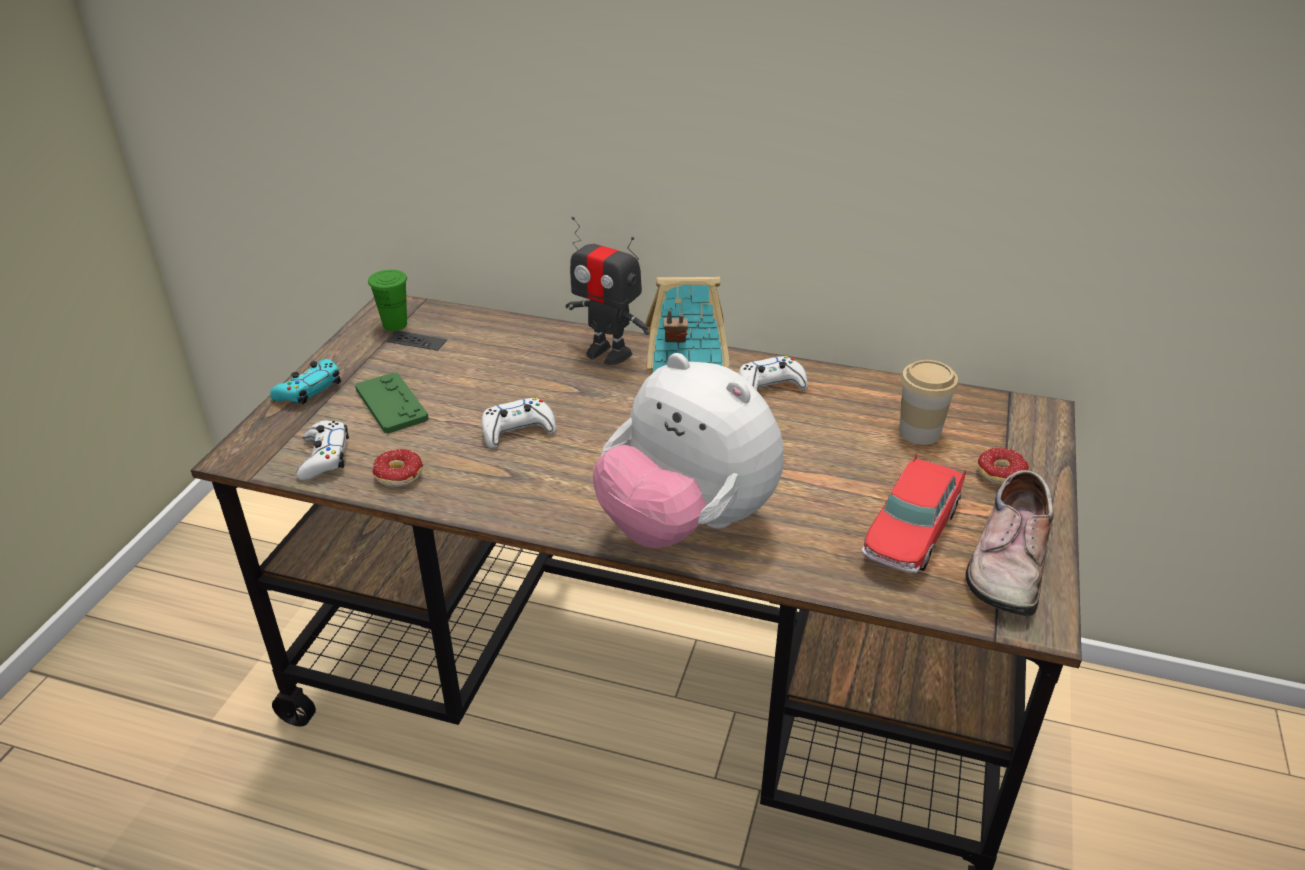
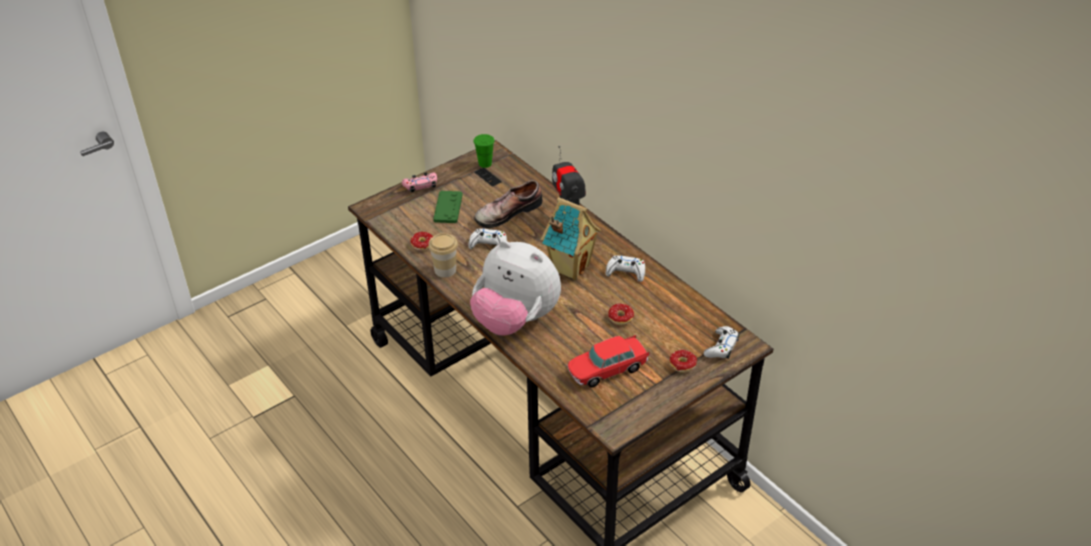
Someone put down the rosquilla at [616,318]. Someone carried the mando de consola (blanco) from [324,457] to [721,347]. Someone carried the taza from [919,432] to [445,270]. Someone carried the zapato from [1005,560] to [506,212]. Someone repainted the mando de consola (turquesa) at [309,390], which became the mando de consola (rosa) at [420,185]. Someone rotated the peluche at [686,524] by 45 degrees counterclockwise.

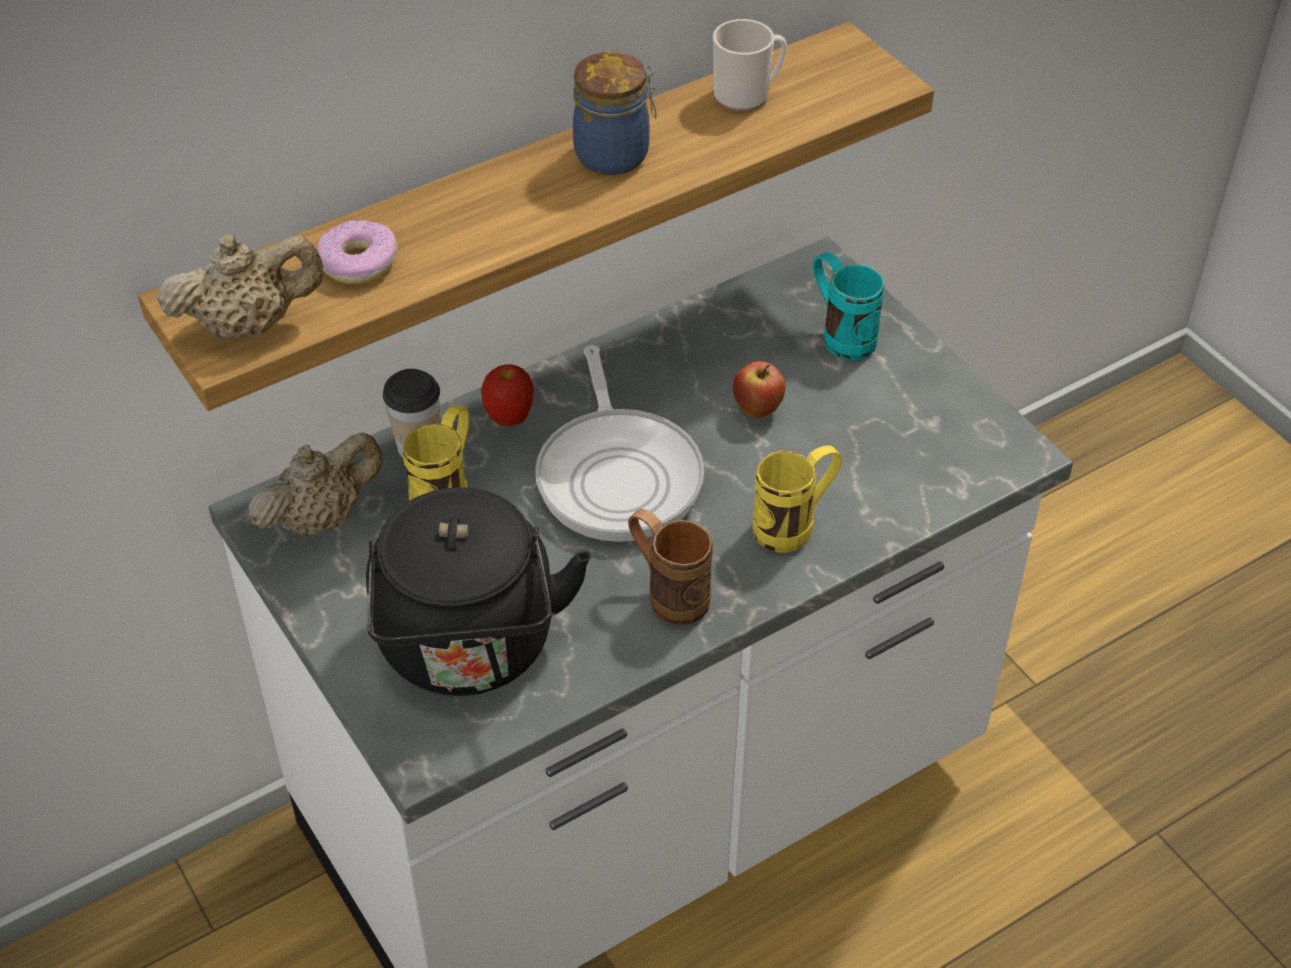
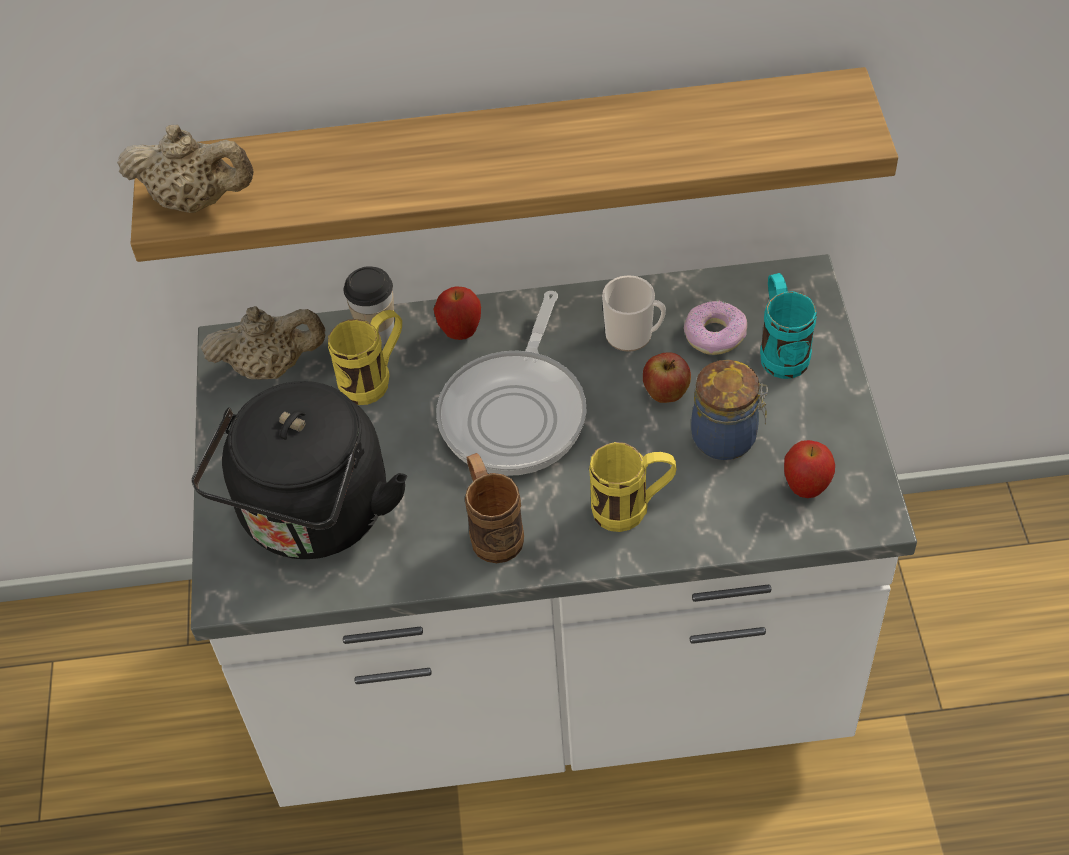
Someone put down the manzana at [806,488]. Someone carried the rosquilla from [358,262] to [714,334]. Someone carried the tarro from [615,154] to [727,438]. Someone carried the taza grande from [747,94] to [634,335].

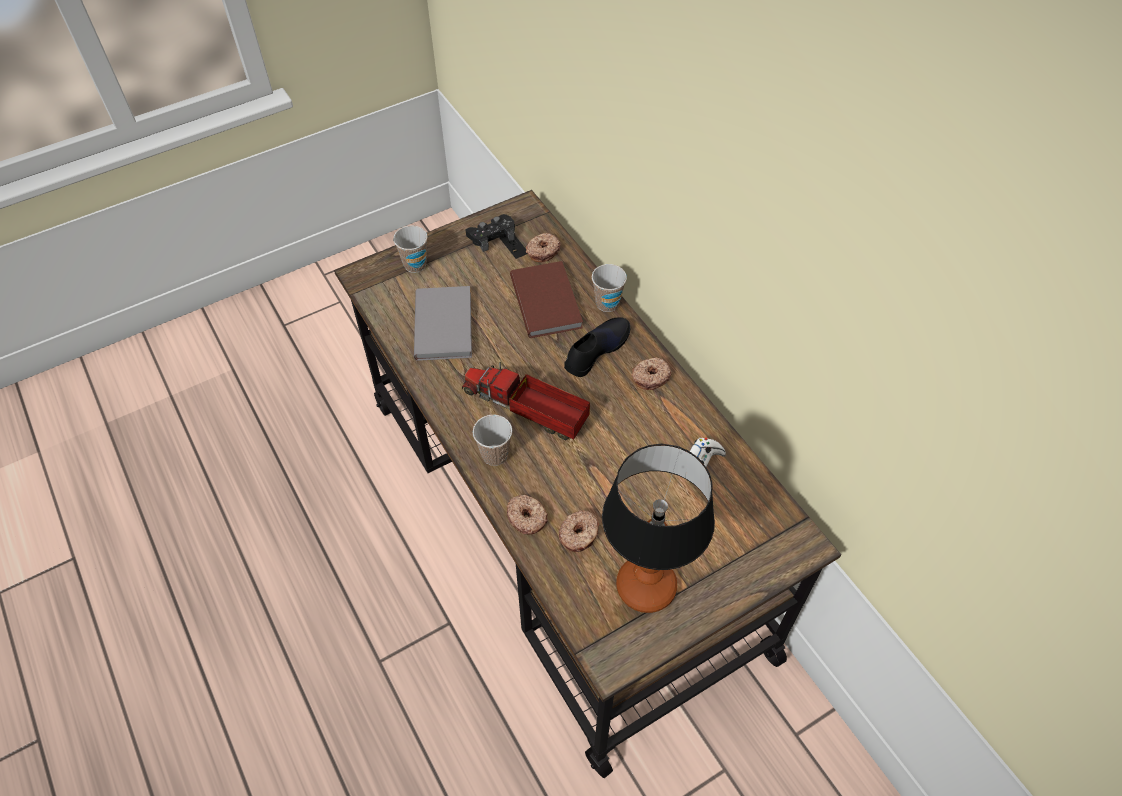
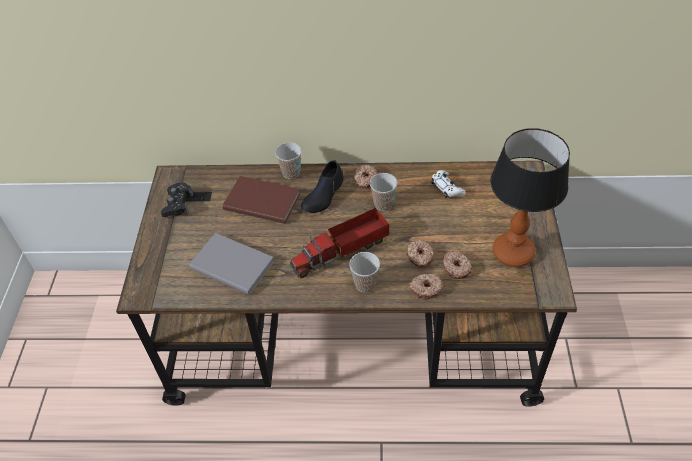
Someone carried the taza from [415,264] to [383,204]. Someone carried the rosquilla from [542,251] to [419,257]. Someone rotated the zapato (negro) at [596,350] by 135 degrees counterclockwise.

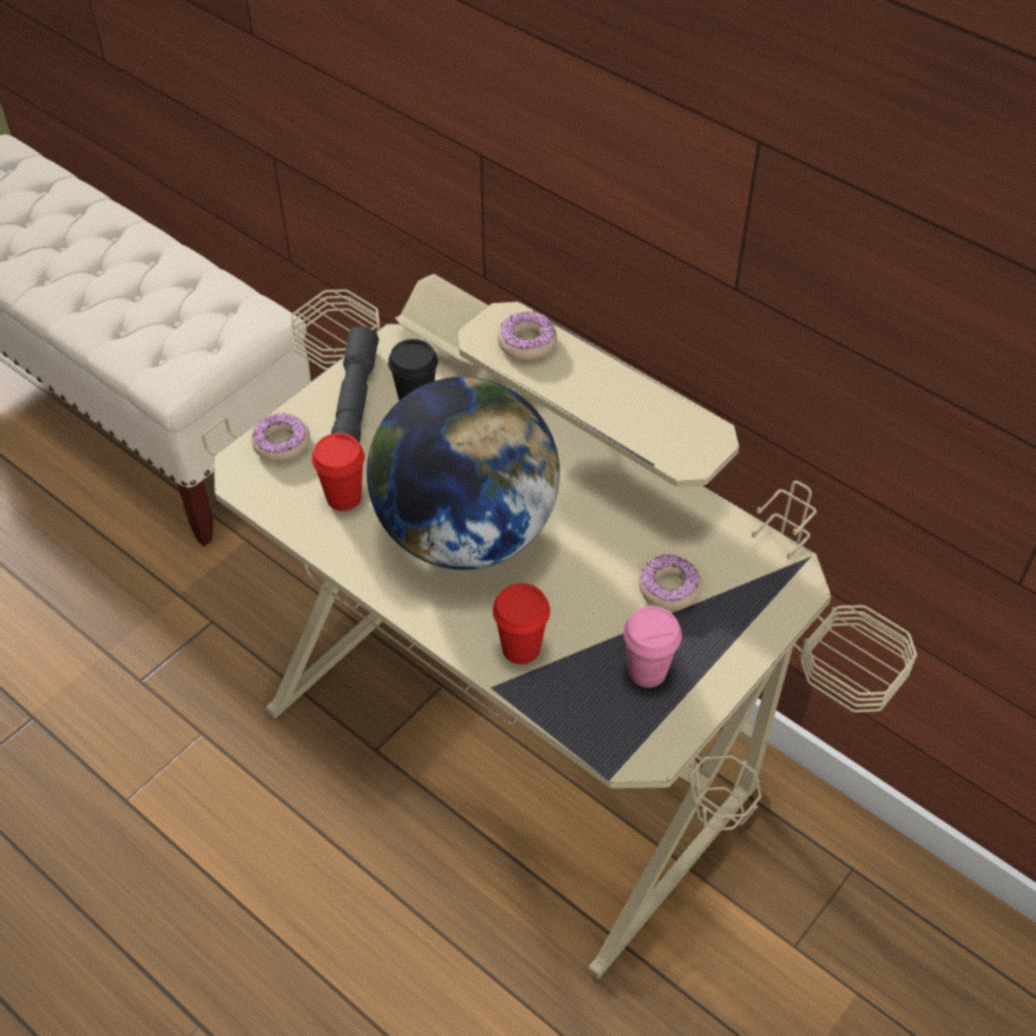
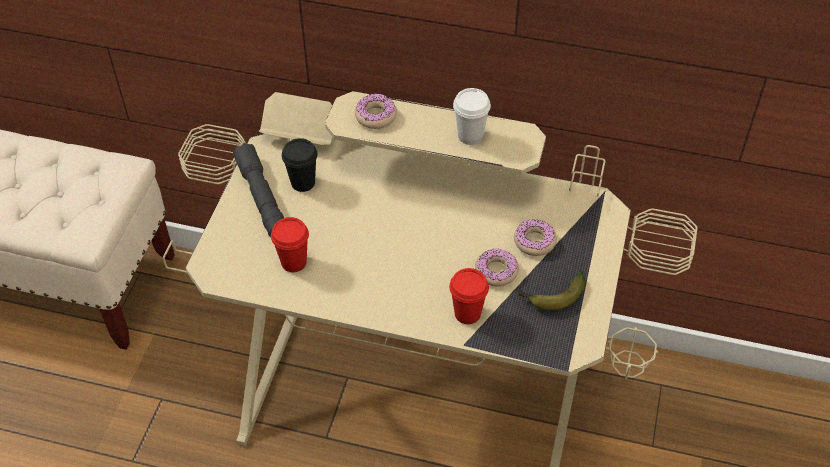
Someone took away the globo terráqueo at [465,533]. Someone put down the taza (blanco) at [470,136]. Someone carried the rosquilla from [281,443] to [496,271]. Someone swapped the taza (rosa) at [647,671] for the plátano at [551,297].

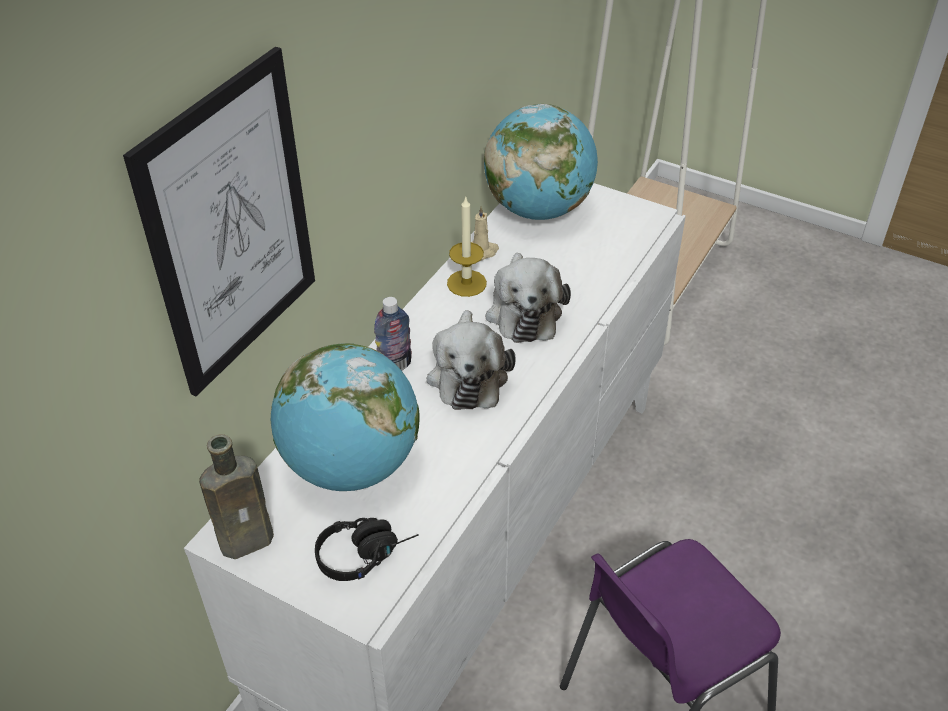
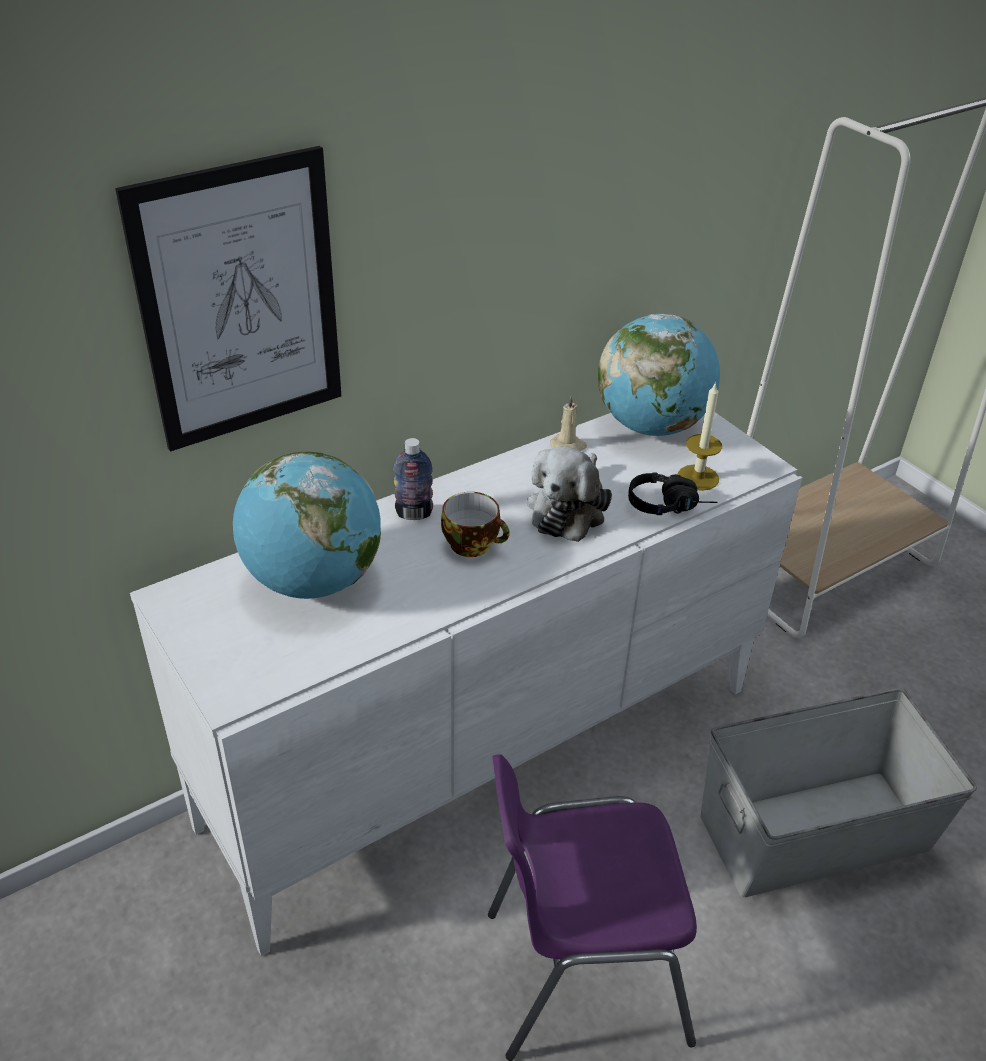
Someone took away the botella (marrón) at [250,539]. Someone put down the caja de almacenaje (gris) at [813,831]. Someone carried the auriculares (negro) from [366,553] to [670,505]. Someone carried the vela from [466,283] to [698,477]. Someone swapped the peluche at [468,374] for the taza at [474,544].

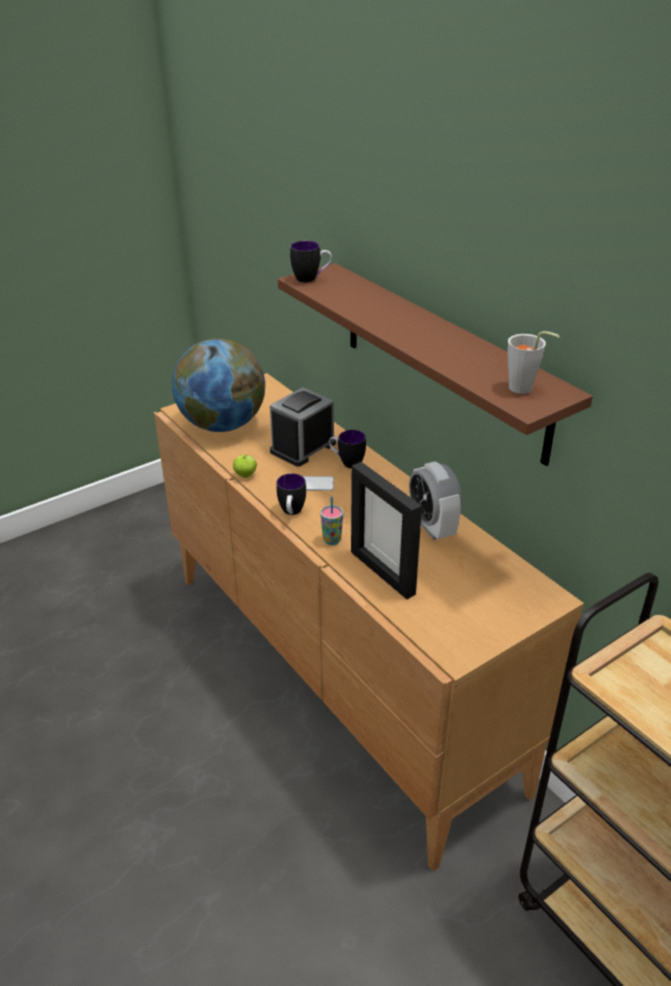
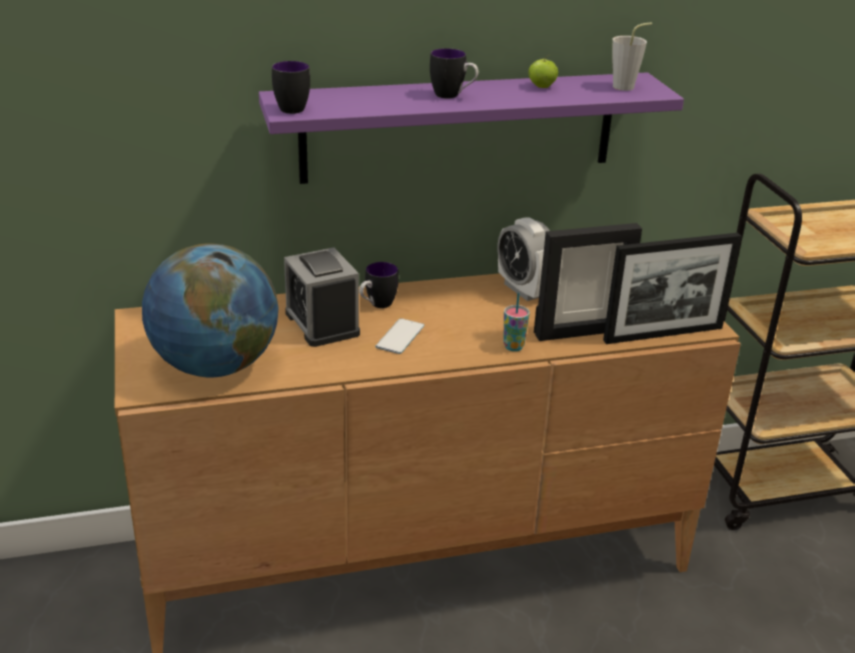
Someone put down the portarretratos at [663,334]. Someone carried the manzana from [245,475] to [541,87]. Someone carried the taza grande from [291,513] to [453,96]. Someone repainted the estante (marrón) at [442,360], which became the estante (morado) at [459,127]. Someone rotated the despertador at [432,526] by 60 degrees clockwise.

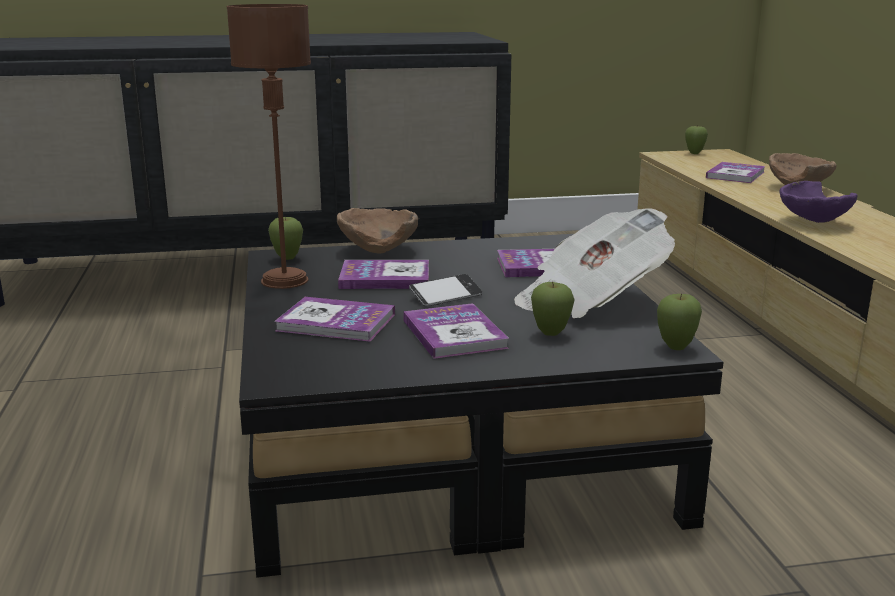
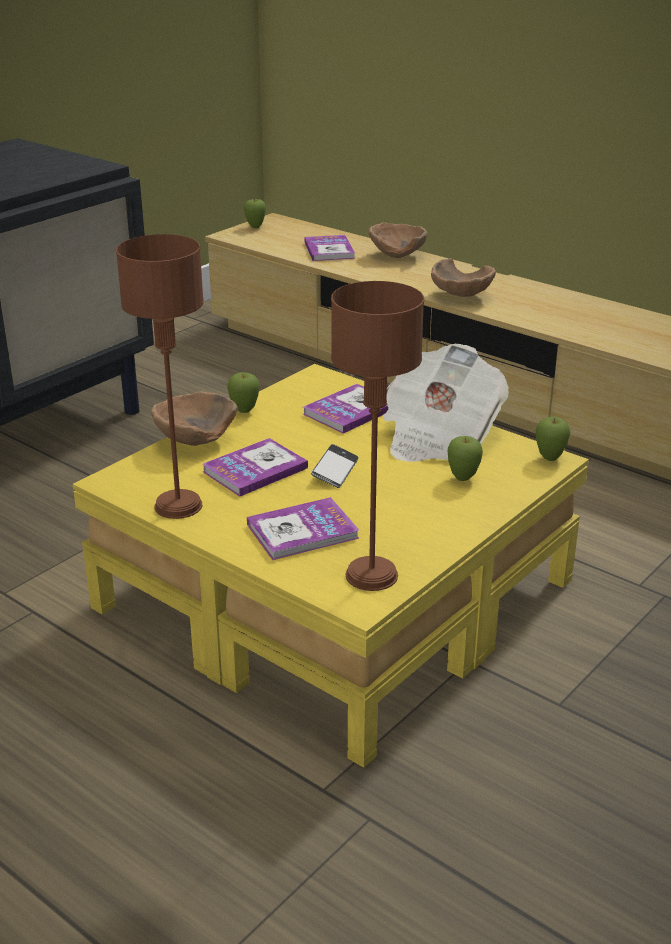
Someone took away the libro at [454,334]. Someone put down the lámpara de mesa (marrón) at [371,576]. Someone carried the manzana from [287,259] to [244,411]. Someone repainted the mesa de centro (negro) at [451,443], which became the mesa de centro (amarillo) at [339,593]. Someone repainted the cuenco (morado) at [811,223], which became the cuenco (marrón) at [460,297].

